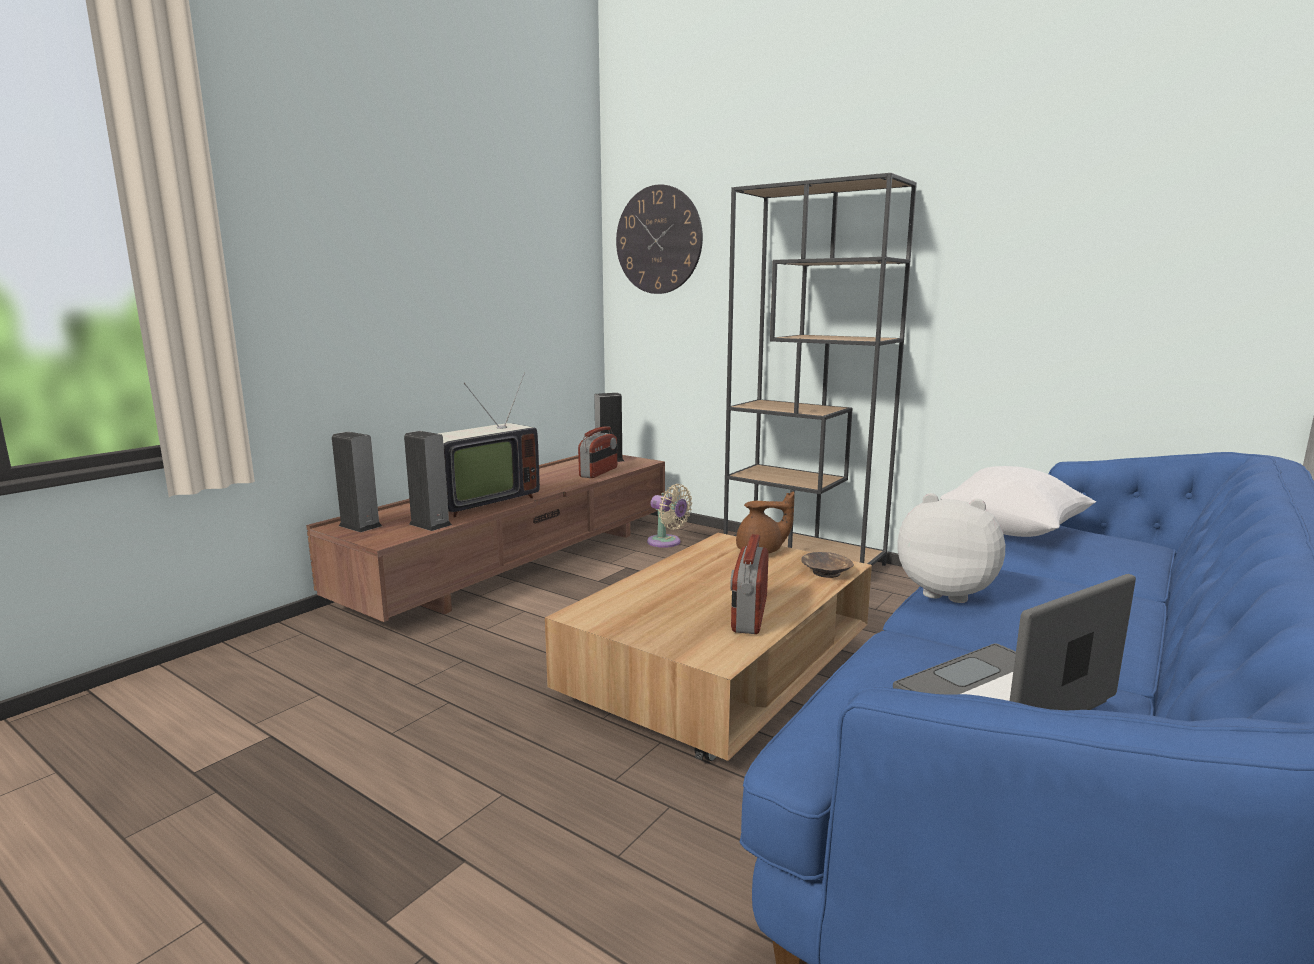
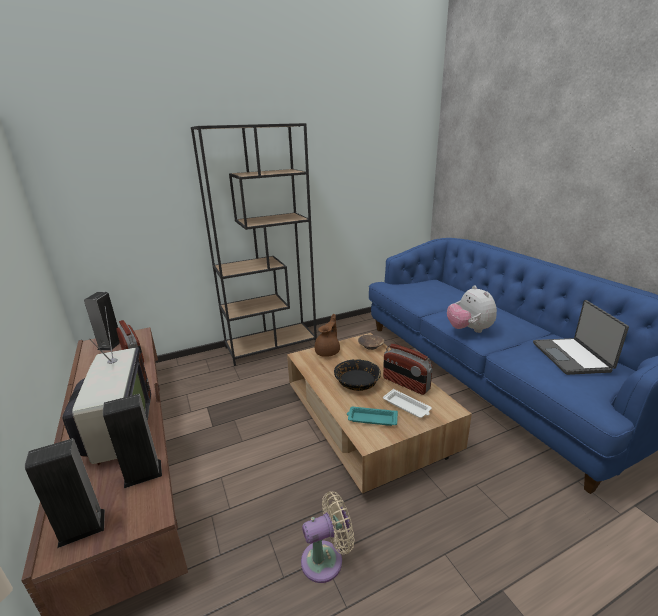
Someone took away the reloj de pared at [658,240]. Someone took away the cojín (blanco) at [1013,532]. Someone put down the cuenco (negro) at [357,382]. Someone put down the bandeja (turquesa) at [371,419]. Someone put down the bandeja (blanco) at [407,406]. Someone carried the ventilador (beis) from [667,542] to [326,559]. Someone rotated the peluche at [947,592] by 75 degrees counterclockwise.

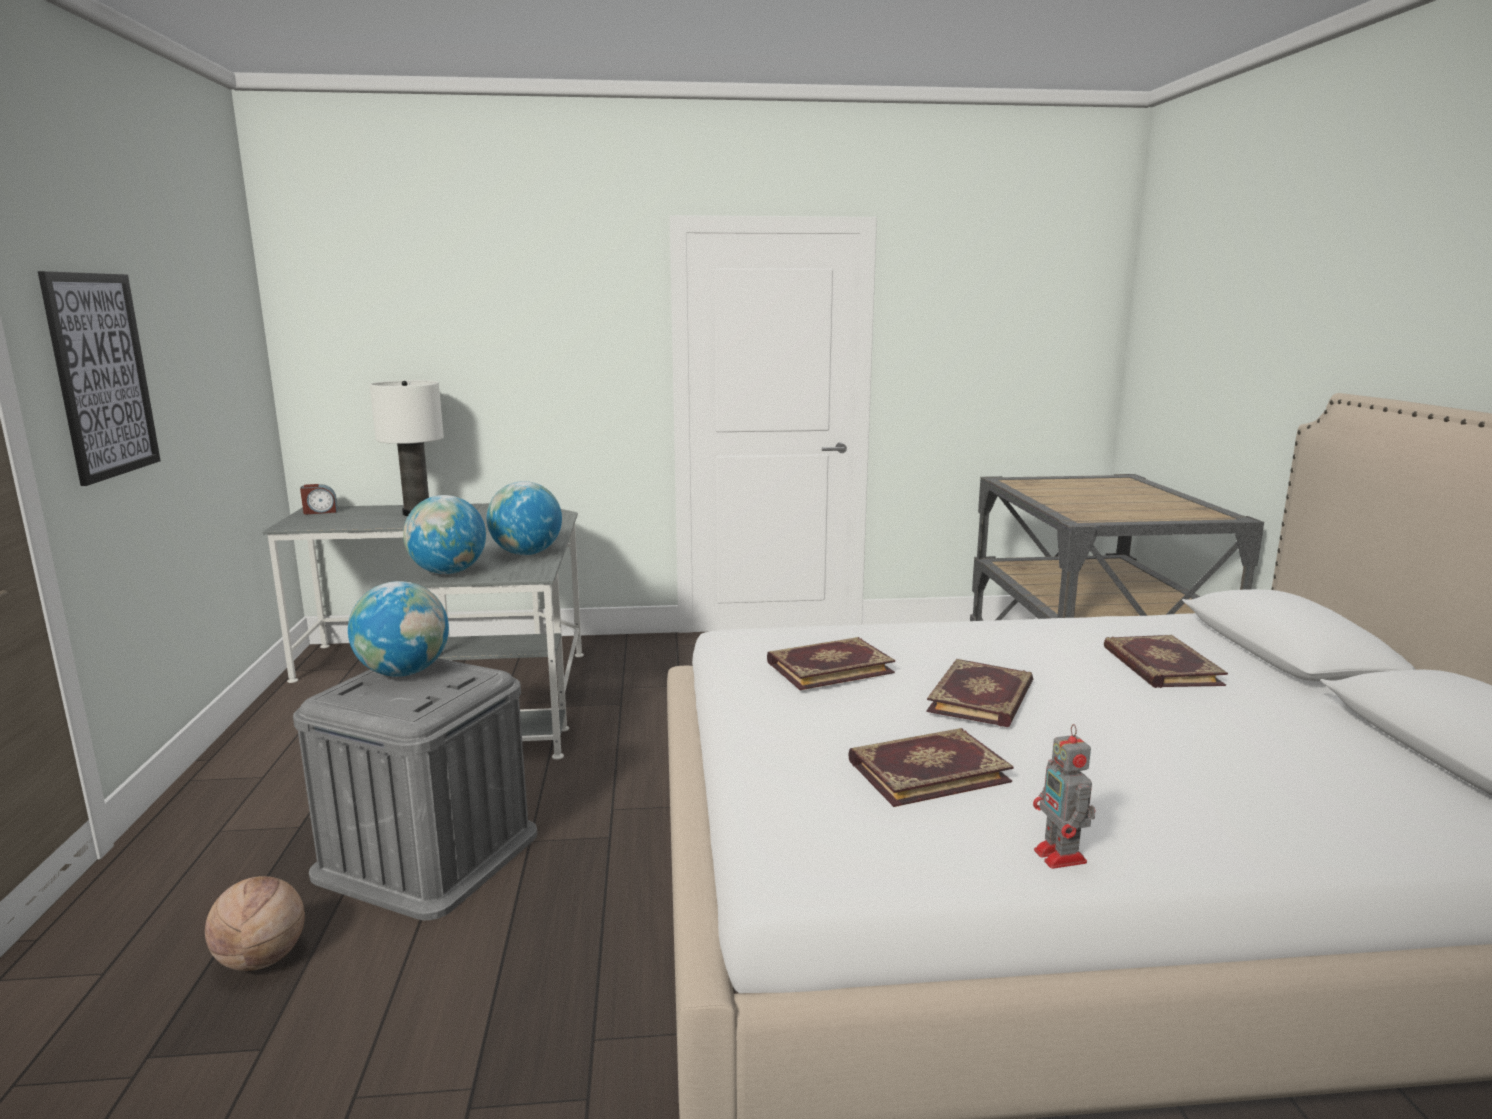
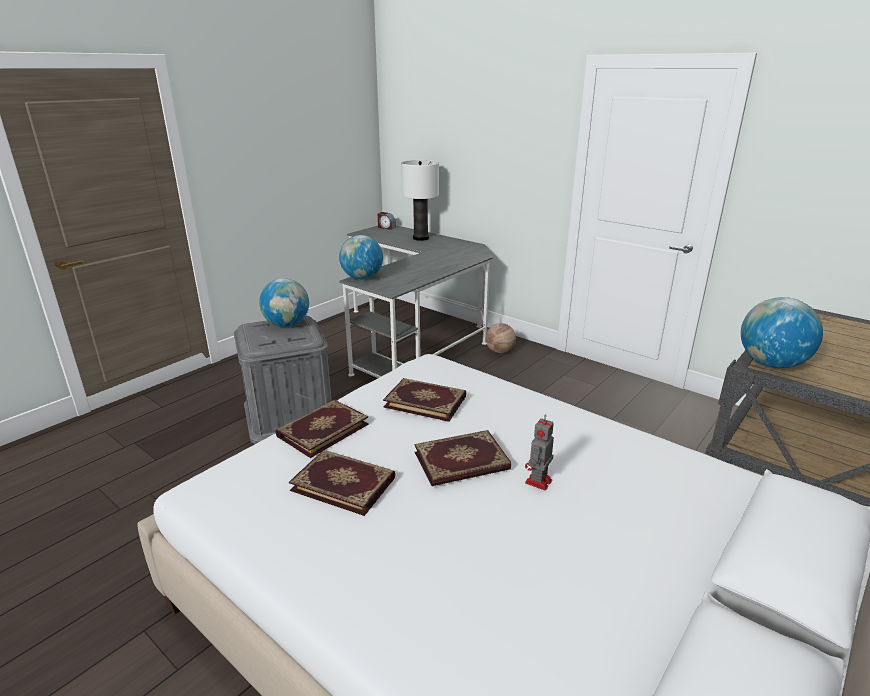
Someone took away the cuadro at [102,375]. Someone carried the balón de baloncesto from [262,959] to [500,351]. Someone carried the globo terráqueo from [526,554] to [771,364]. Someone carried the robot de juguete from [1061,857] to [538,482]. Someone carried the libro from [1159,666] to [322,430].

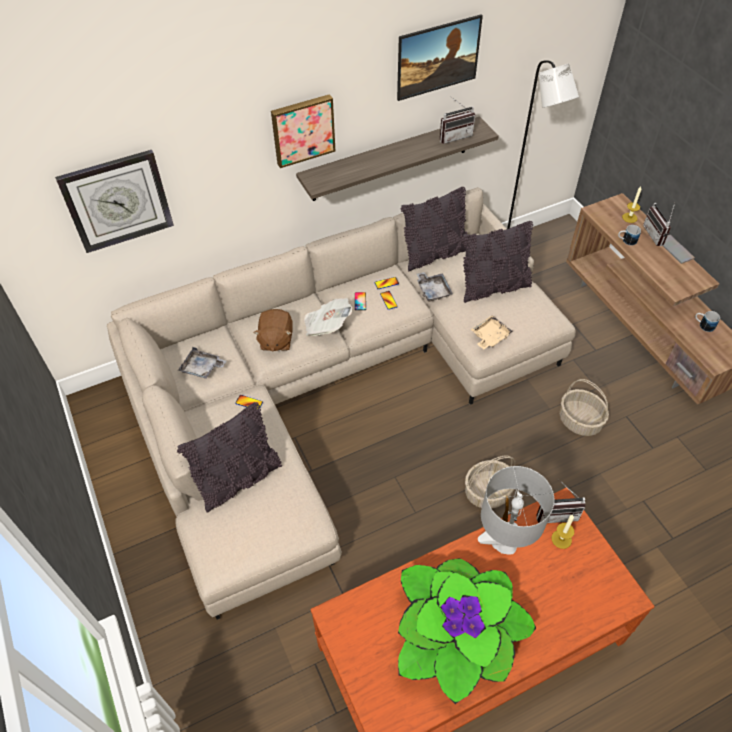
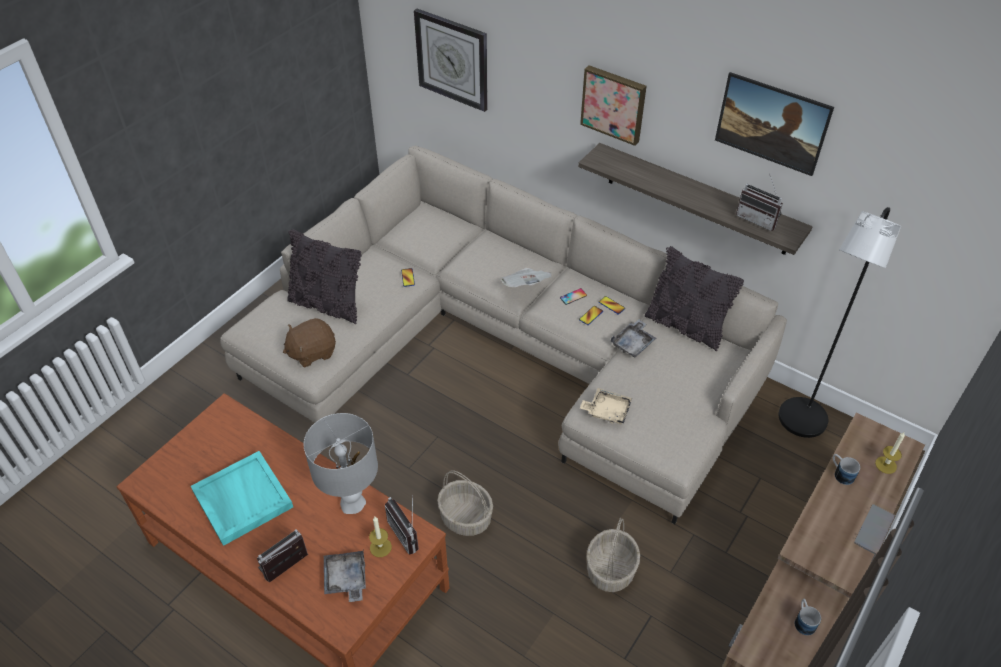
Someone took away the cojín (negro) at [493,287]. Someone carried the bandeja (gris) from [202,368] to [346,579]. Someone carried the peluche (marrón) from [276,340] to [312,352]. Someone carried the radio from [656,235] to [288,570]. Someone swapped the planta en maceta at [456,635] for the bandeja (turquesa) at [241,499].

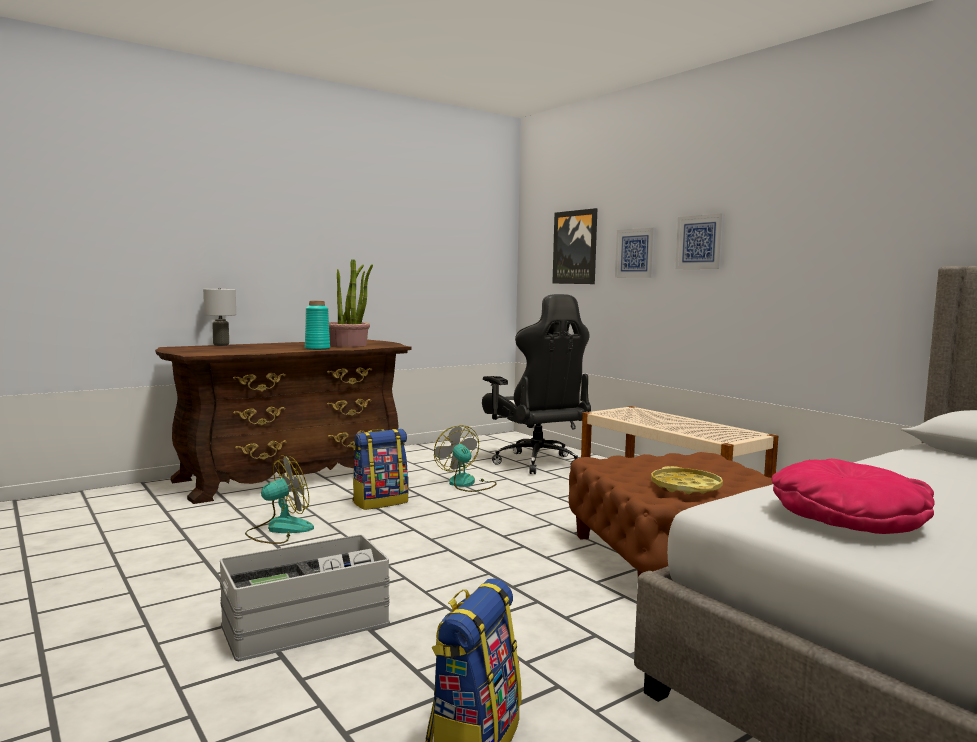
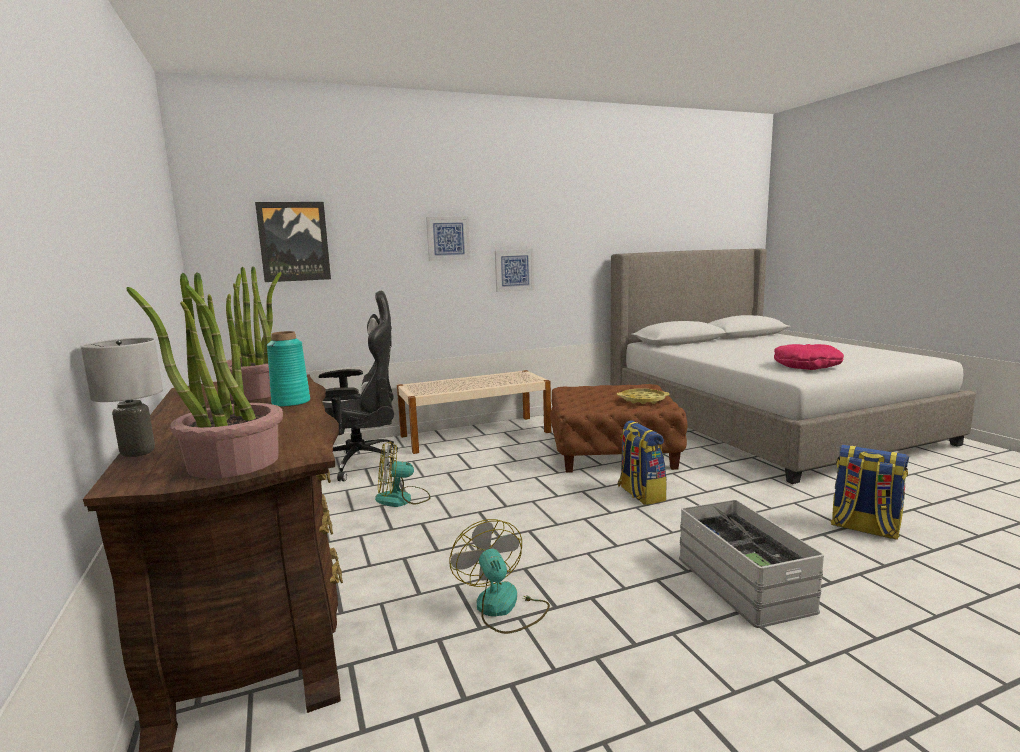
Someone put down the planta en maceta at [232,462]. Someone carried the mochila from [380,502] to [640,494]. Someone carried the cuadro from [636,253] to [514,270].

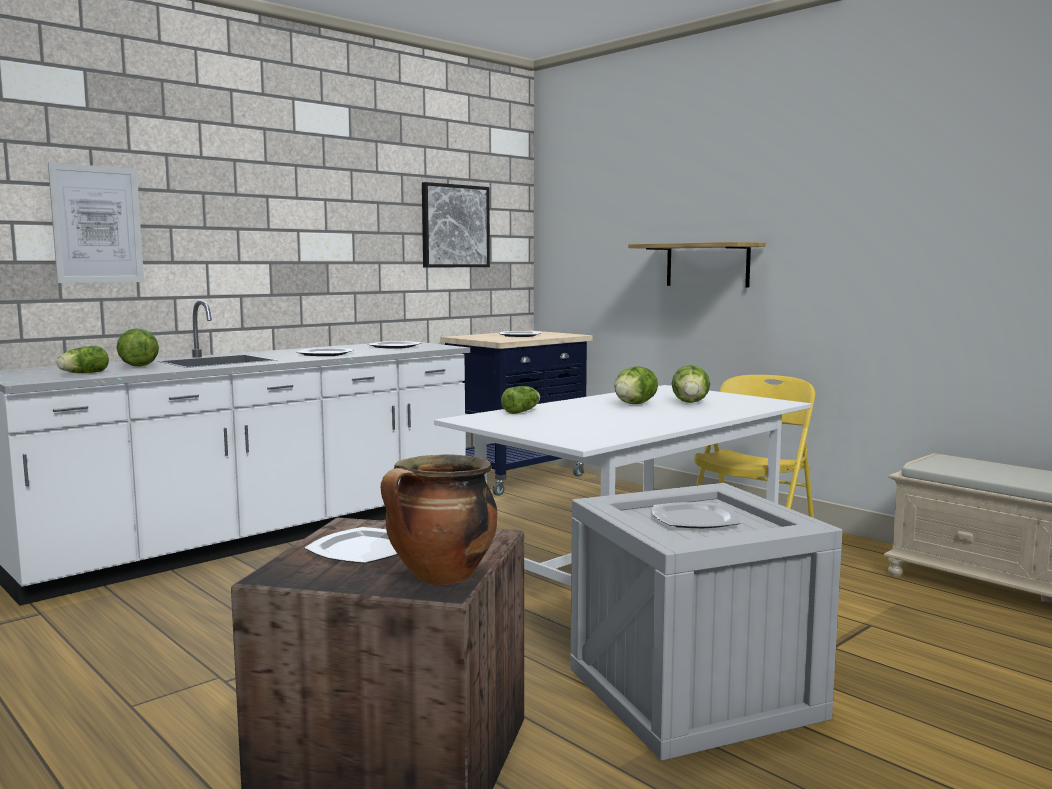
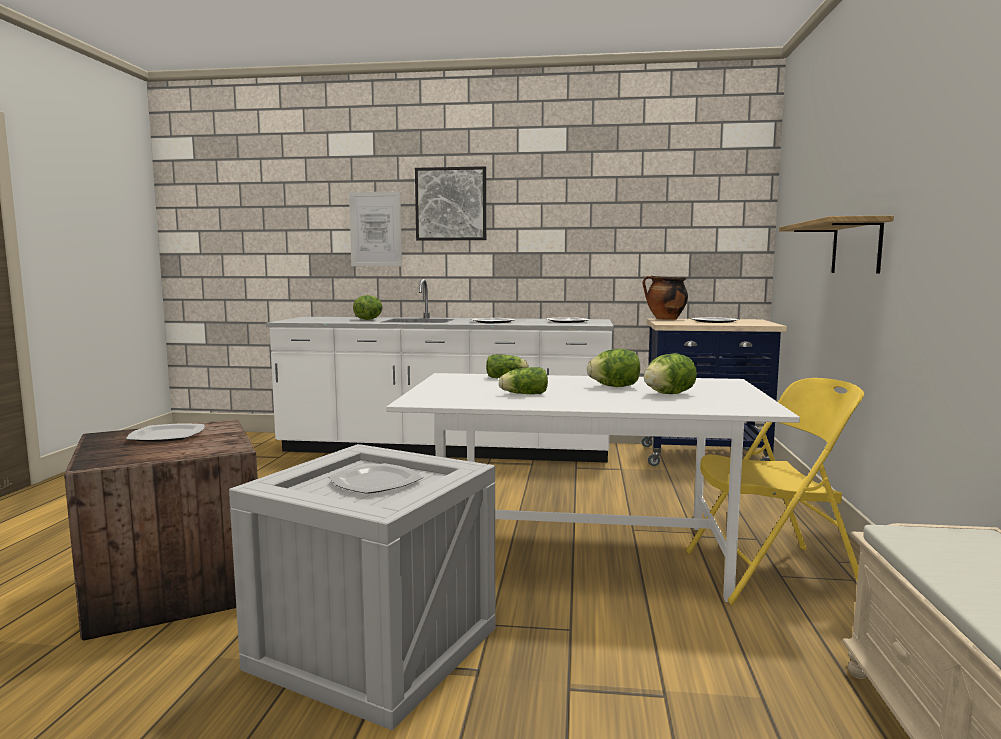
Someone carried the lechuga from [82,373] to [522,394]. Someone carried the olla from [441,578] to [665,319]. Someone carried the cuadro from [455,226] to [451,204].

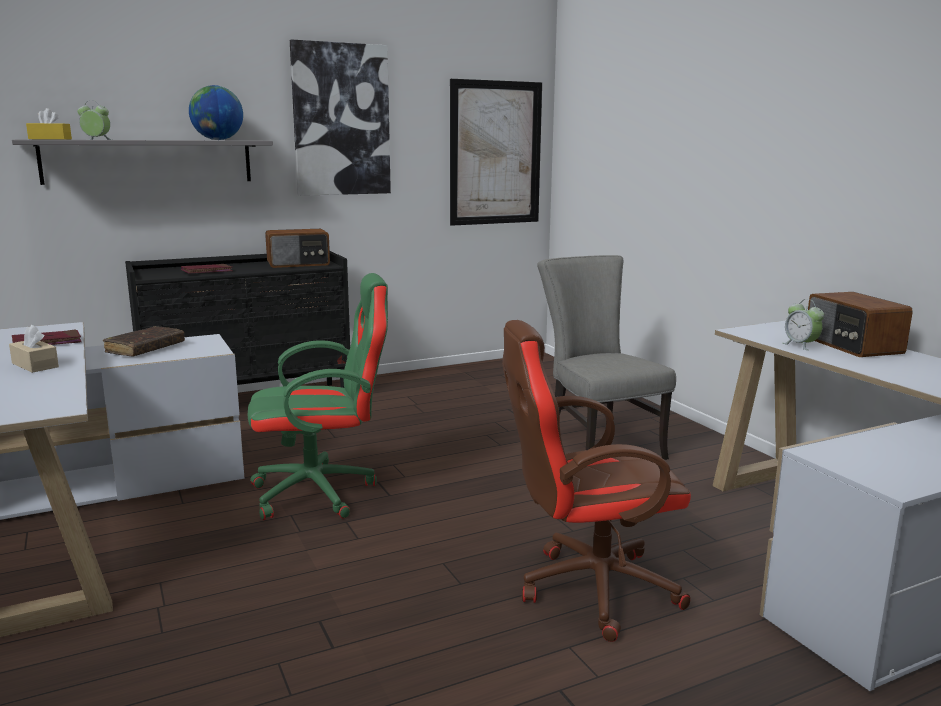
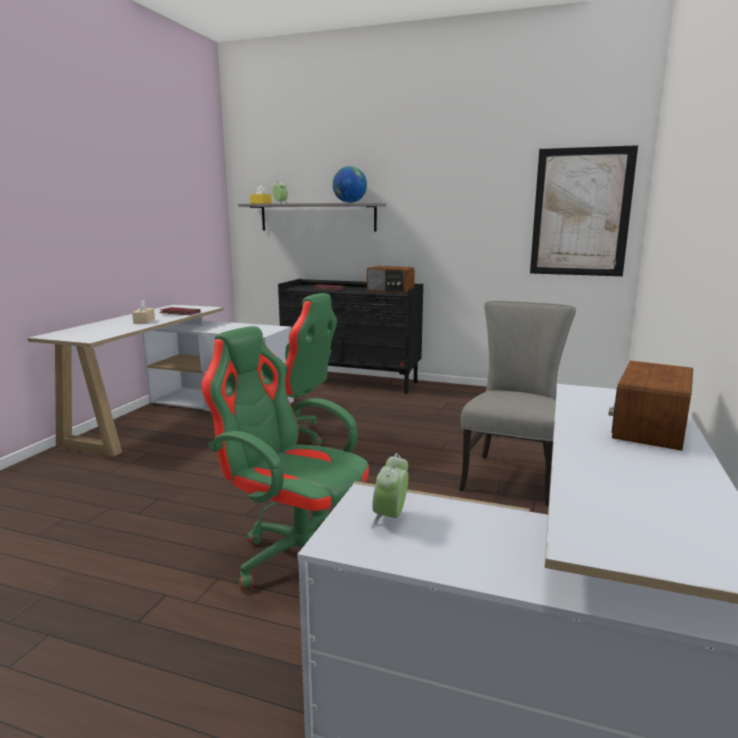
Someone took away the libro (marrón) at [145,349]. Someone took away the cuadro at [341,120]. Someone carried the despertador from [801,345] to [390,518]. Someone repainted the silla de oficina (marrón) at [585,590], which became the silla de oficina (verde) at [294,556].

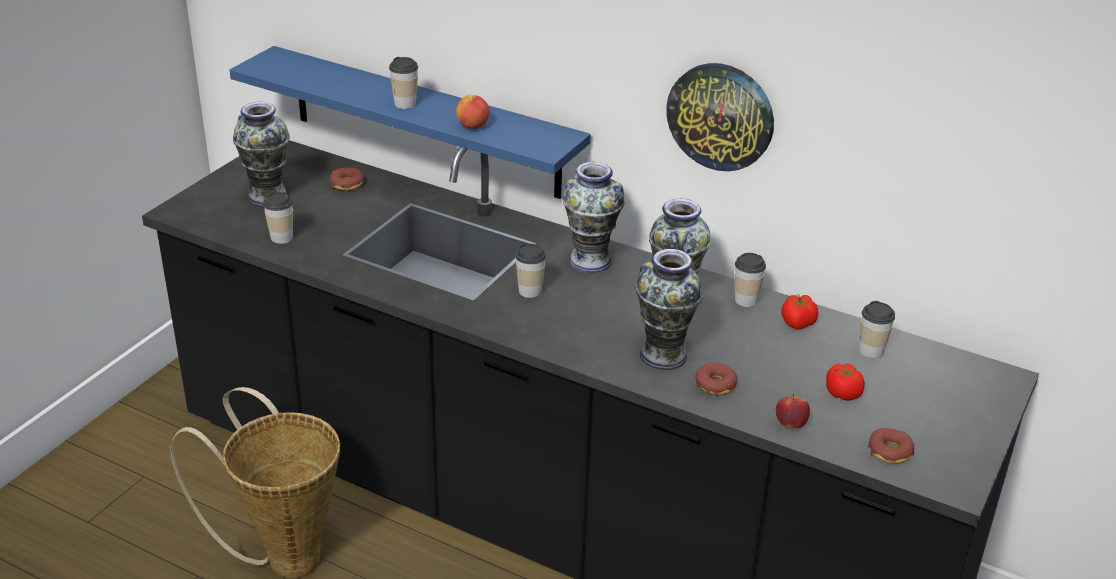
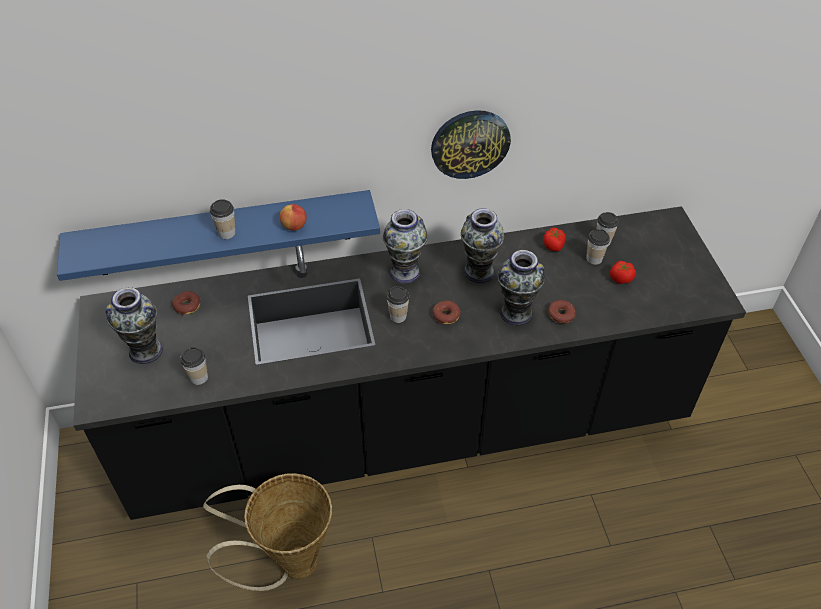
Someone took away the manzana at [790,424]. Someone carried the taza from [745,300] to [594,259]. Someone carried the rosquilla from [890,451] to [446,315].

